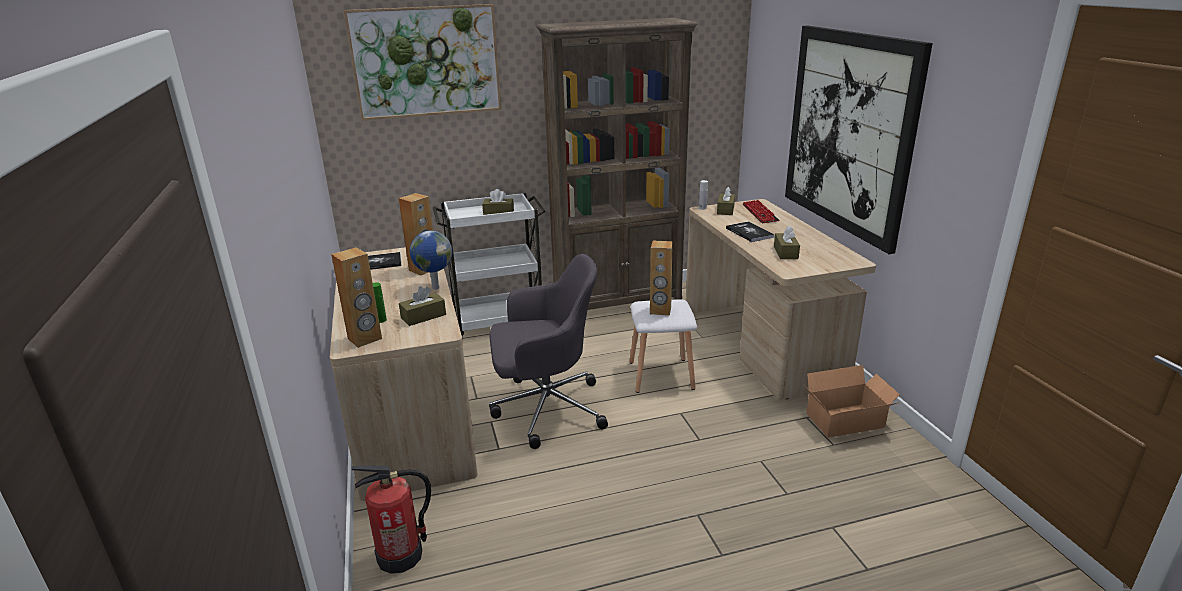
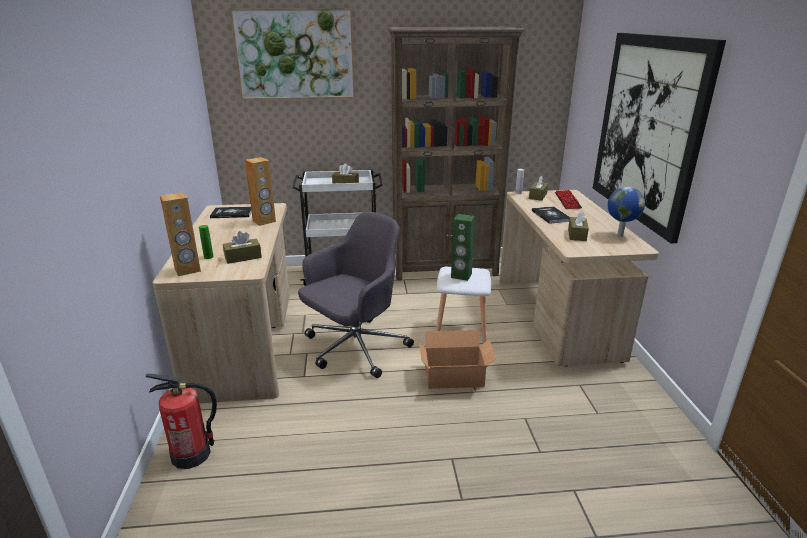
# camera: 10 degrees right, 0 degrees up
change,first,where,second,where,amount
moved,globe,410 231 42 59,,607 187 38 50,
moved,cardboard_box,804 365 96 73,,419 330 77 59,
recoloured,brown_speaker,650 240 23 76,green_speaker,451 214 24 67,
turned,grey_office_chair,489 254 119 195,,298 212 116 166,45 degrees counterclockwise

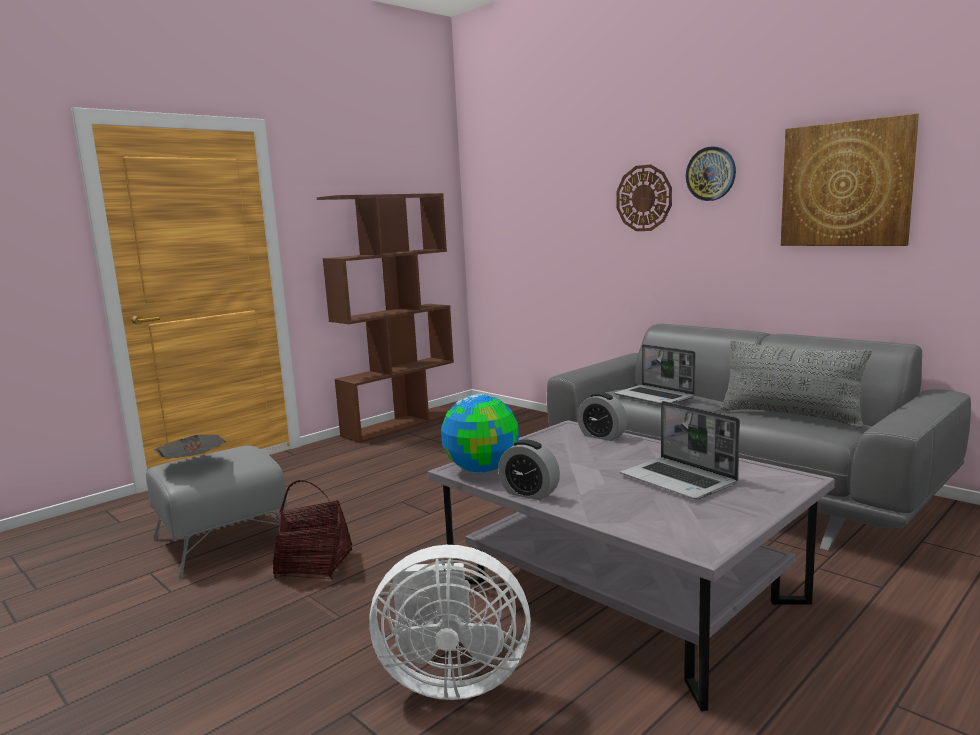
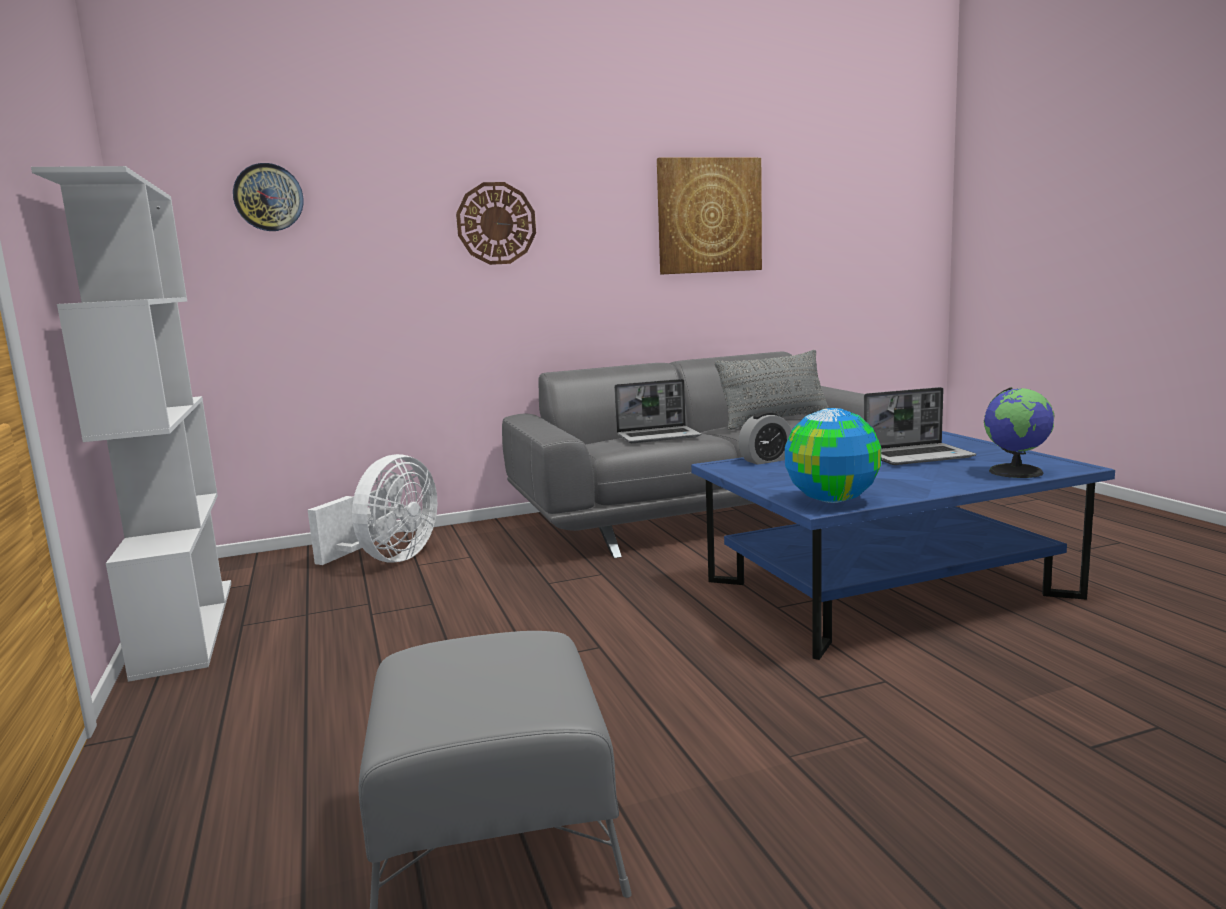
# camera: 65 degrees left, 0 degrees up
change,first,where,second,where,amount
removed,newspaper,154 435 72 24,,,
removed,basket,273 480 79 99,,,
removed,alarm_clock,498 439 62 62,,,
added,,,globe,984 387 71 91,
moved,white_fan,369 545 162 155,,308 454 129 111,
moved,wall_clock,686 146 50 55,,233 163 70 68,
recoloured,brown_bookcase,317 193 137 250,white_bookcase,31 166 200 516,
recoloured,grey_coffee_table,428 420 407 291,blue_coffee_table,691 431 424 229,

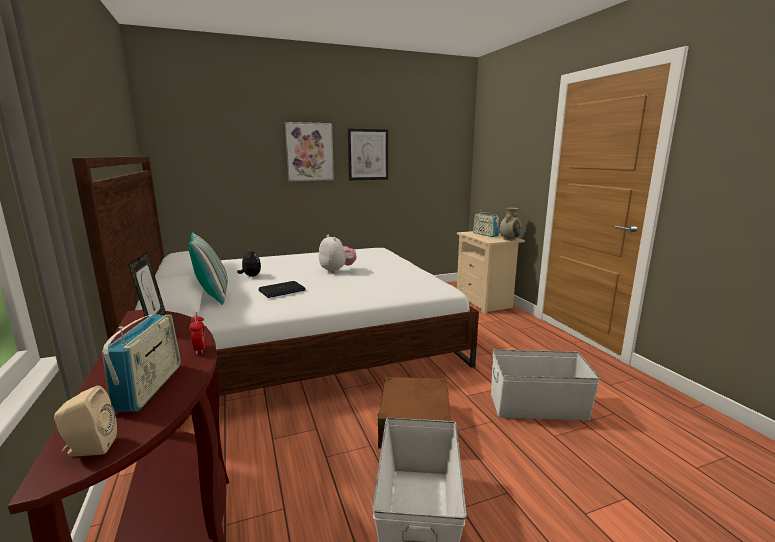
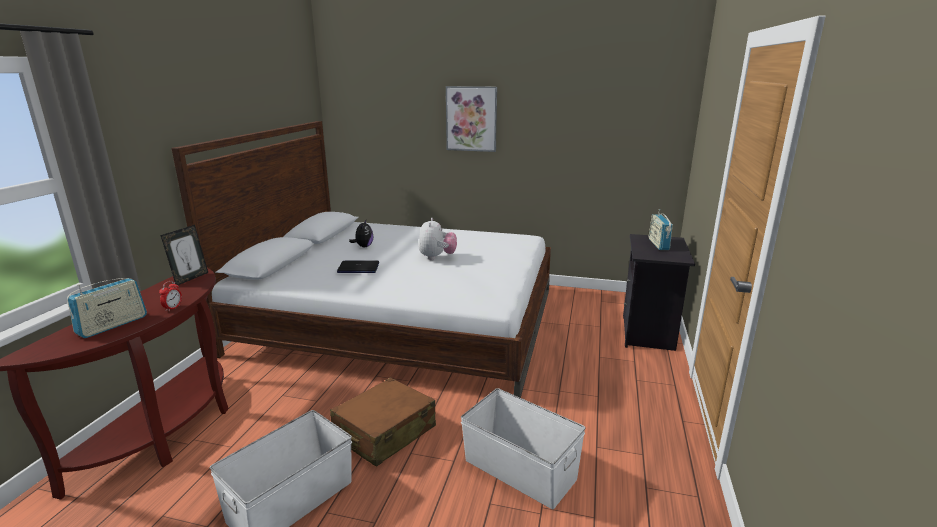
# camera: 35 degrees right, 5 degrees up
change,first,where,second,where,amount
removed,beige_speaker,54 386 63 70,,,
removed,pillow,189 232 39 73,,,
removed,picture,348 128 40 52,,,
removed,beige_vase,499 208 23 33,,,
recoloured,beige_nightstand,457 231 68 83,black_nightstand,623 234 72 117,

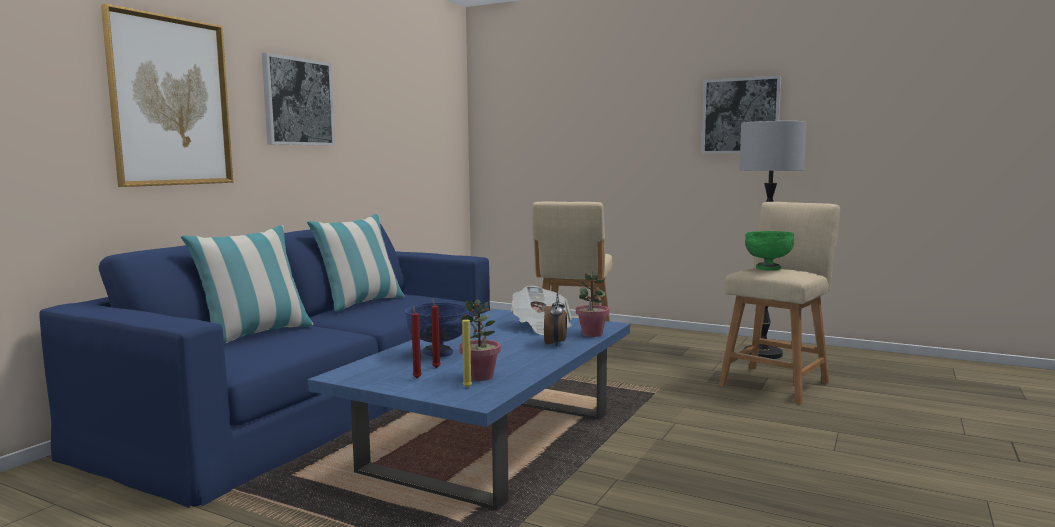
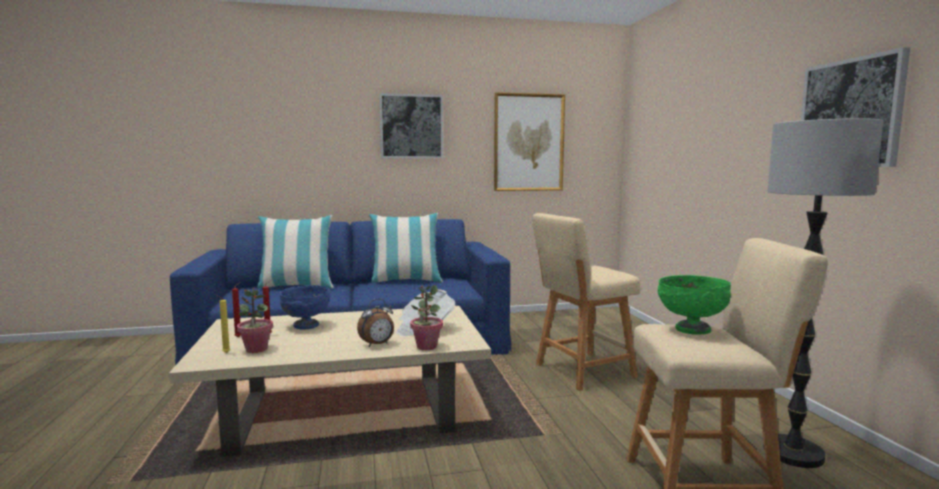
# camera: 50 degrees right, 0 degrees up
change,first,where,second,where,amount
moved,picture,101 4 132 183,,494 92 71 99,
recoloured,blue_coffee_table,308 309 322 201,beige_coffee_table,169 306 322 151,

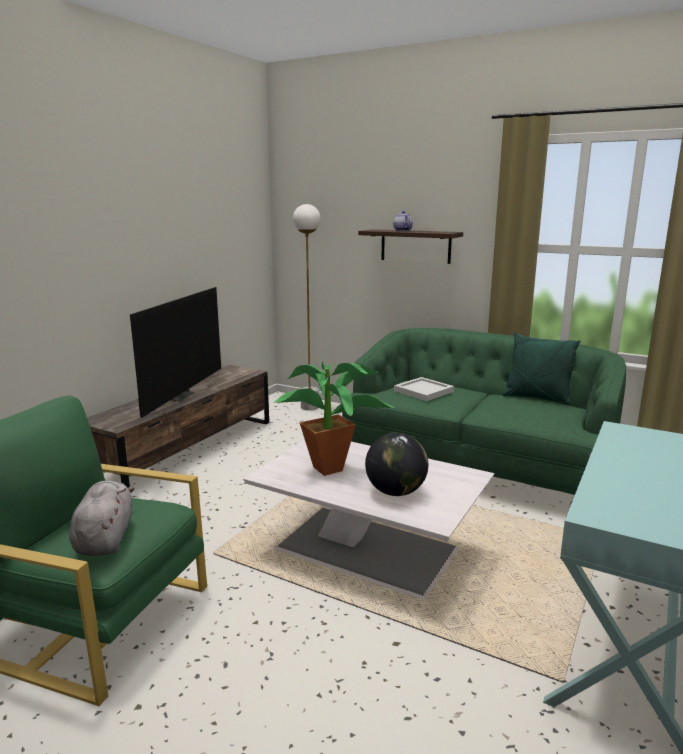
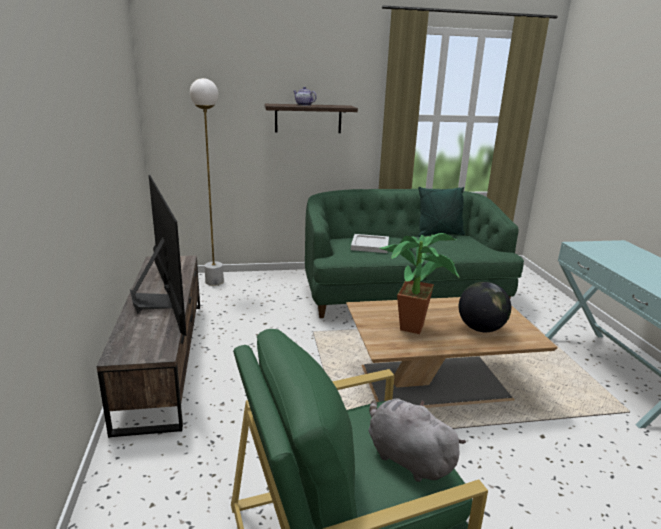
# camera: 40 degrees left, 5 degrees up
change,first,where,second,where,amount
recoloured,white_coffee_table,243 440 251 160,brown_coffee_table,346 297 212 111,

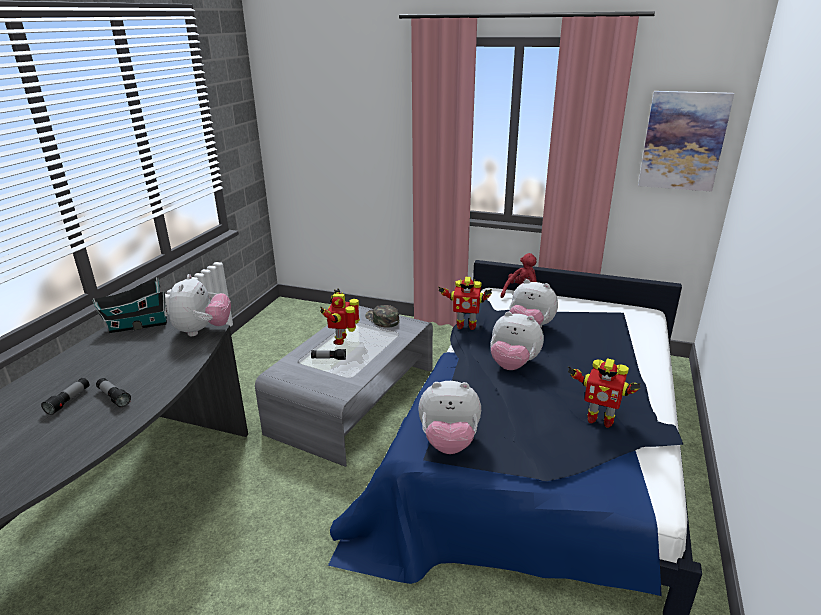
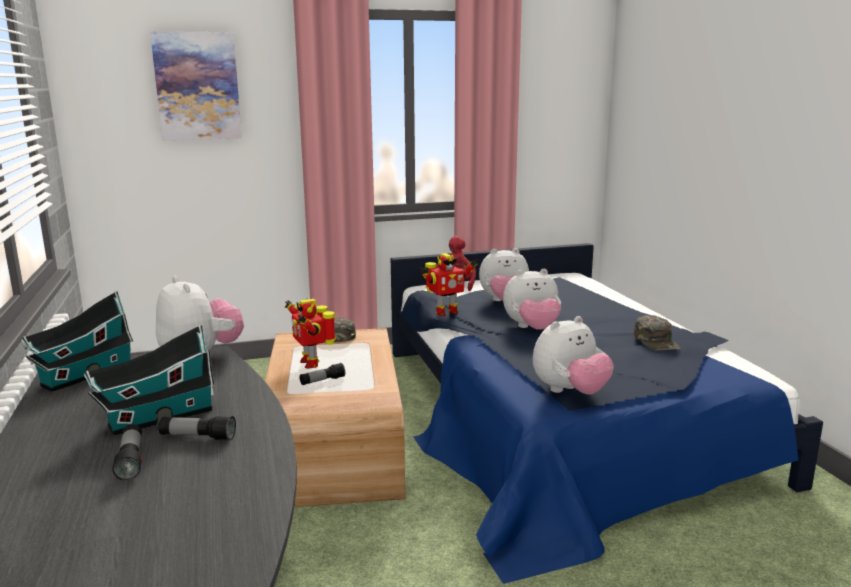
# camera: 35 degrees left, 10 degrees down
change,first,where,second,where,amount
added,,,toy_house,84 325 131 111,
moved,picture,638 91 96 100,,150 31 92 109,
replaced,toy_robot,568 359 73 69,green_cap,634 315 47 36,
recoloured,grey_coffee_table,255 306 178 161,brown_coffee_table,265 328 140 179,

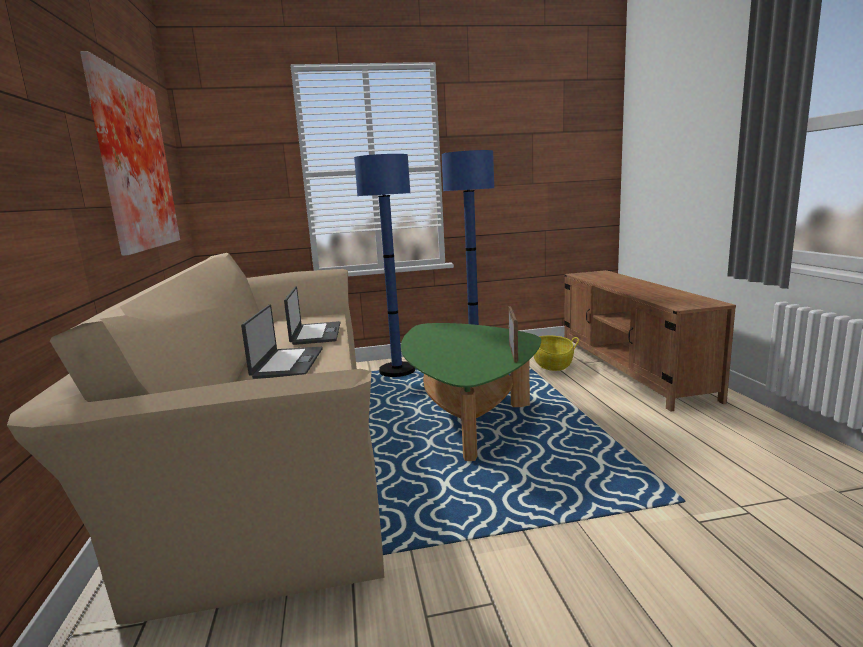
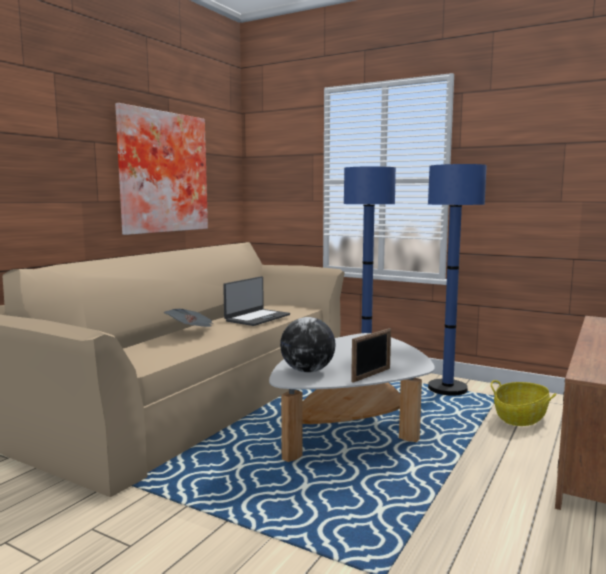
# camera: 40 degrees right, 5 degrees down
change,first,where,second,where,amount
added,,,globe,280 317 56 56,
replaced,laptop,241 305 82 74,newspaper,164 309 50 18,
recoloured,green_coffee_table,401 323 140 138,white_coffee_table,269 333 166 129,

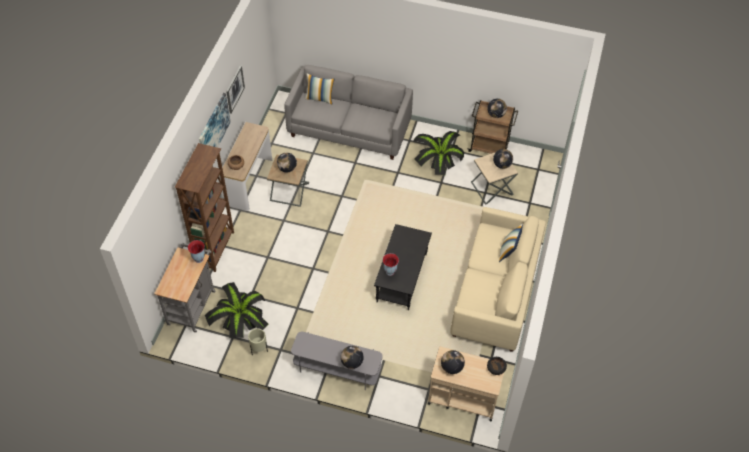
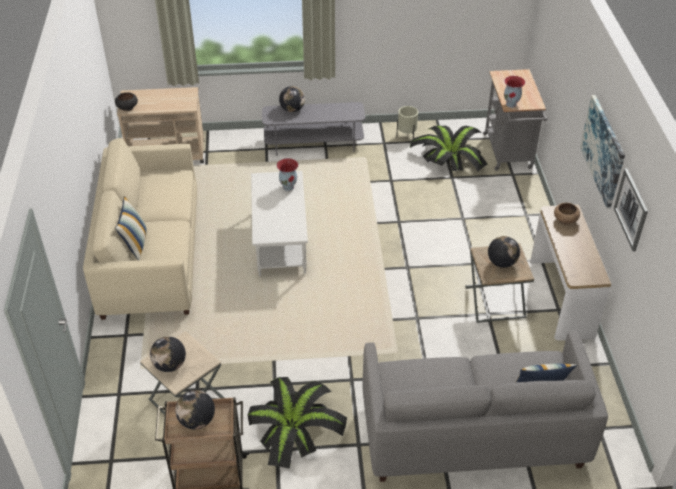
# camera: 160 degrees right, 10 degrees down
change,first,where,second,where,amount
removed,brown_bookcase,175 143 59 129,,,
removed,globe,441 350 24 24,,,
recoloured,black_coffee_table,374 224 58 86,white_coffee_table,251 171 57 105,

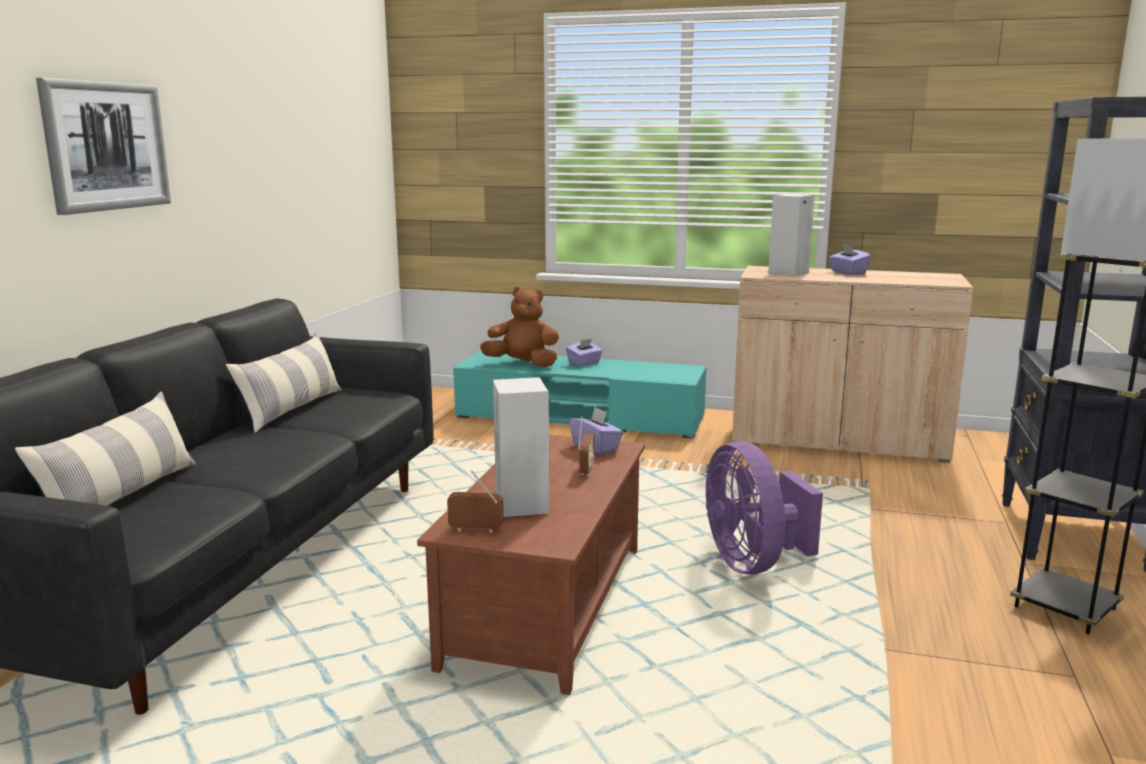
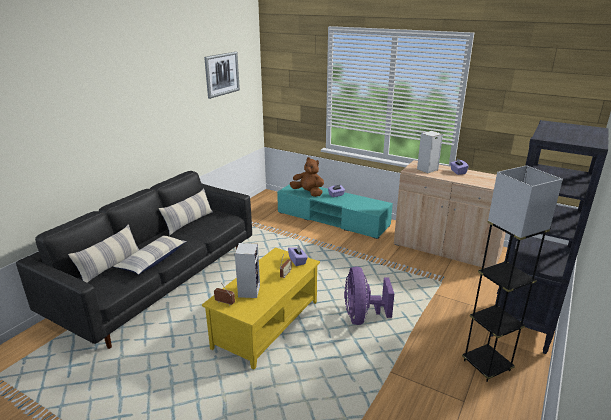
# camera: 15 degrees right, 10 degrees up
change,first,where,second,where,amount
added,,,pillow,113 235 74 40,
moved,picture,36 78 135 137,,204 52 36 47,
recoloured,brown_coffee_table,417 435 228 260,yellow_coffee_table,202 247 118 122,

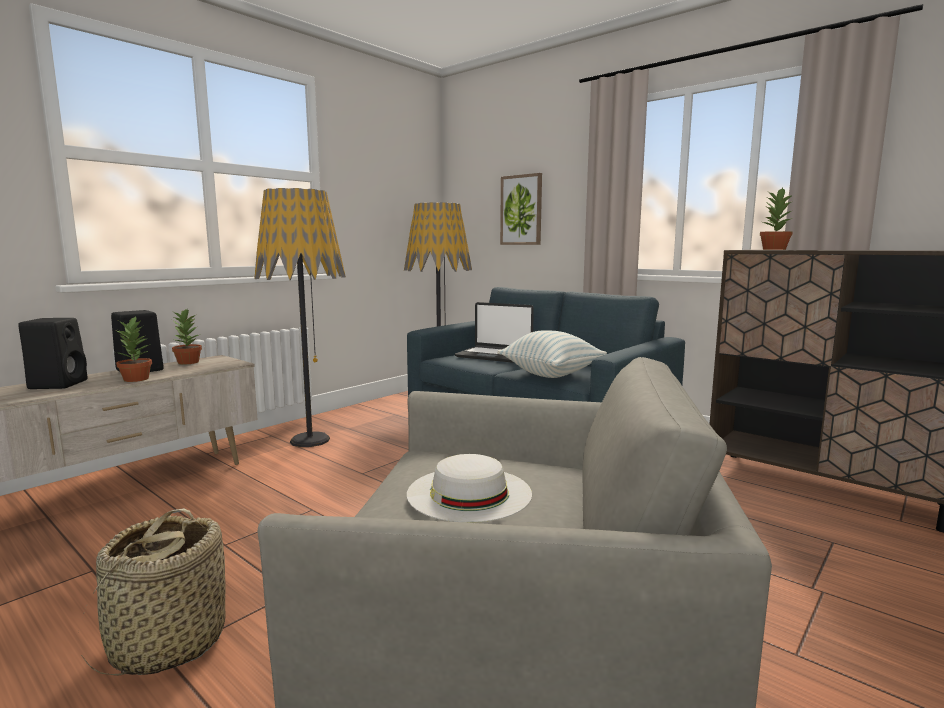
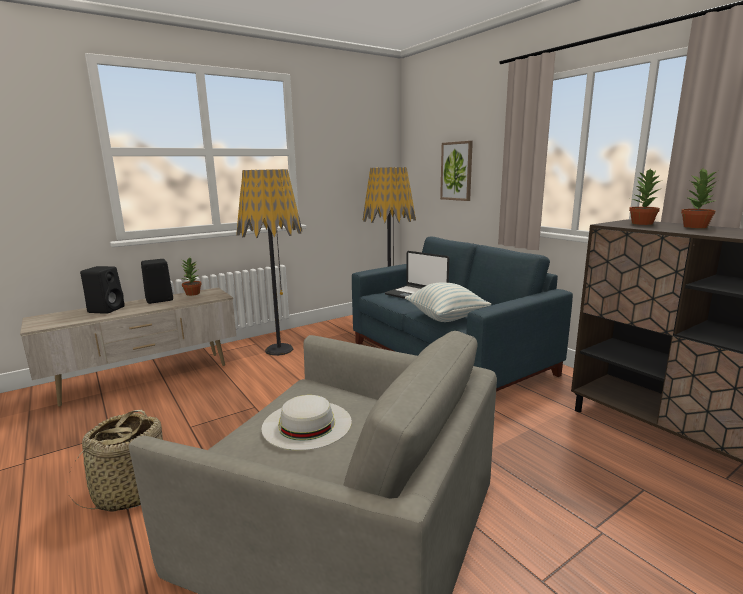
# camera: 15 degrees right, 5 degrees up
change,first,where,second,where,amount
moved,potted_plant,116 316 36 66,,681 169 37 59,

